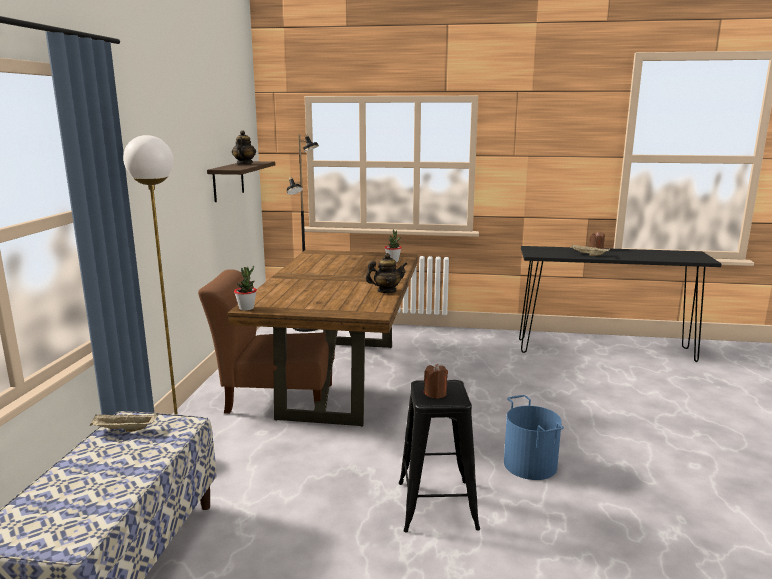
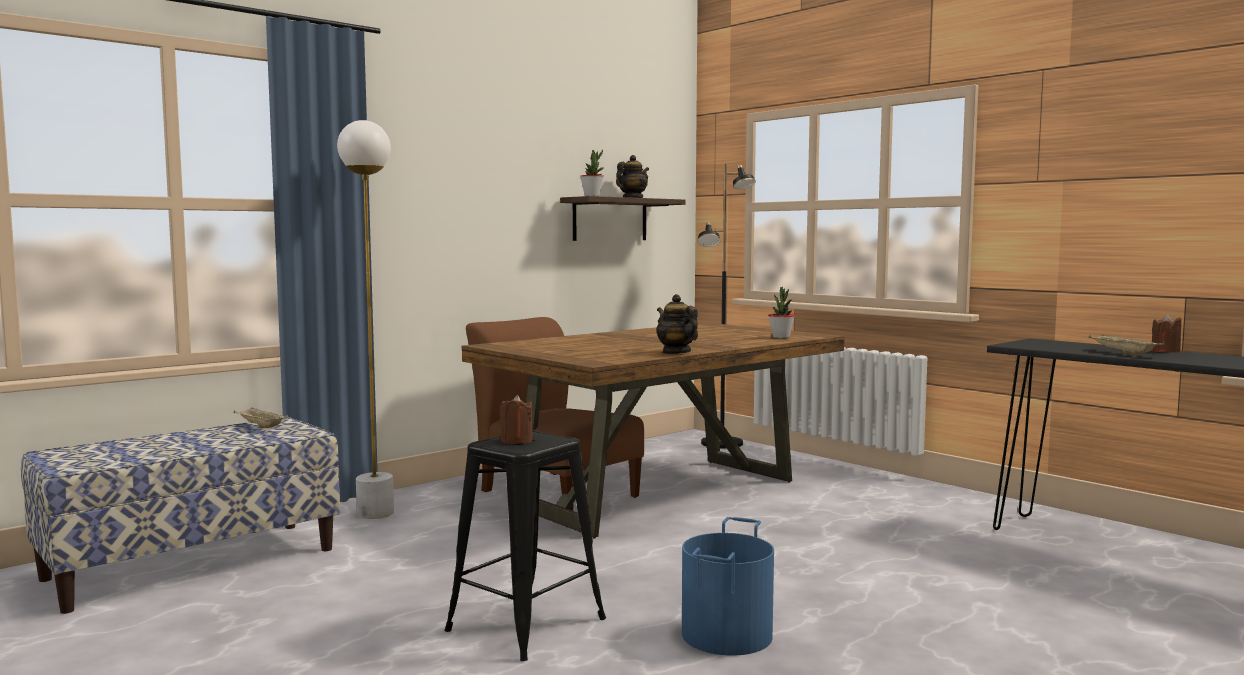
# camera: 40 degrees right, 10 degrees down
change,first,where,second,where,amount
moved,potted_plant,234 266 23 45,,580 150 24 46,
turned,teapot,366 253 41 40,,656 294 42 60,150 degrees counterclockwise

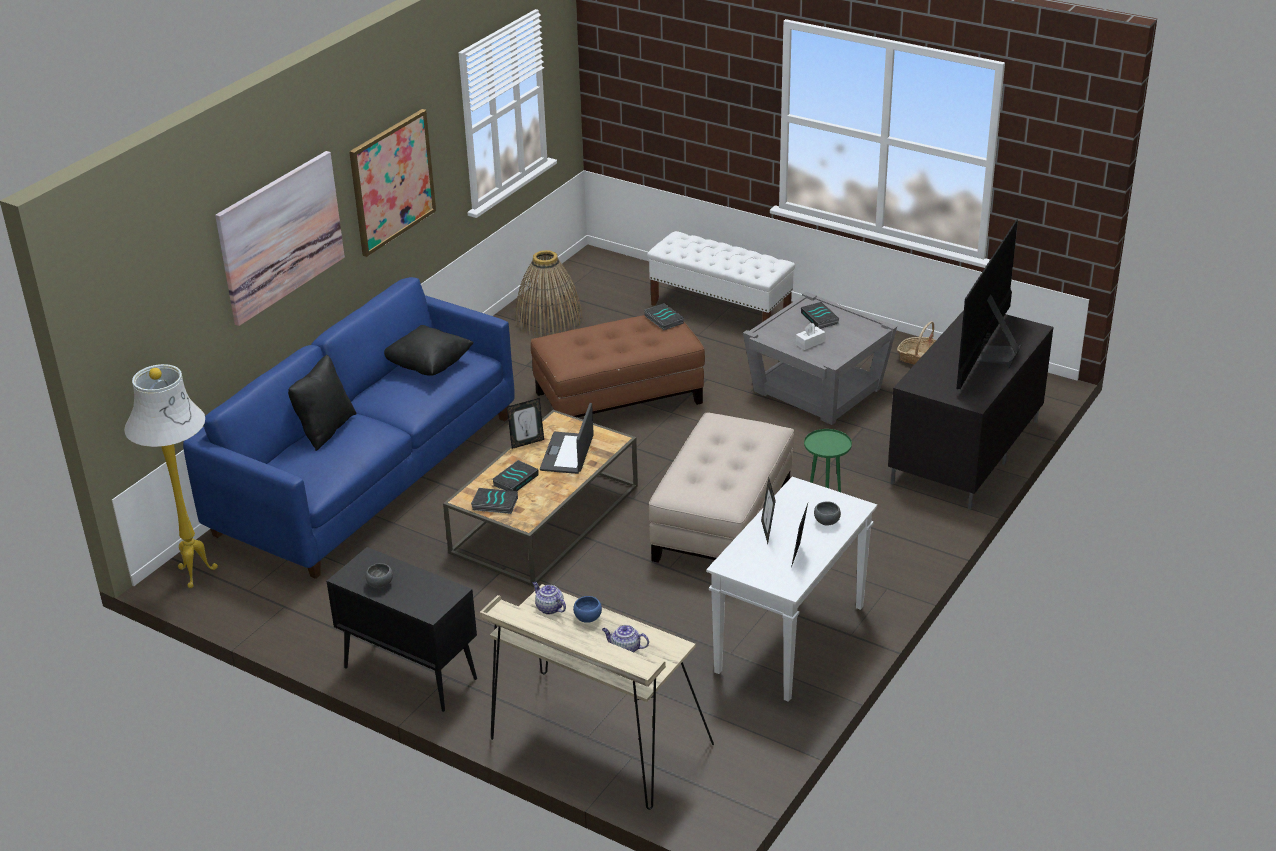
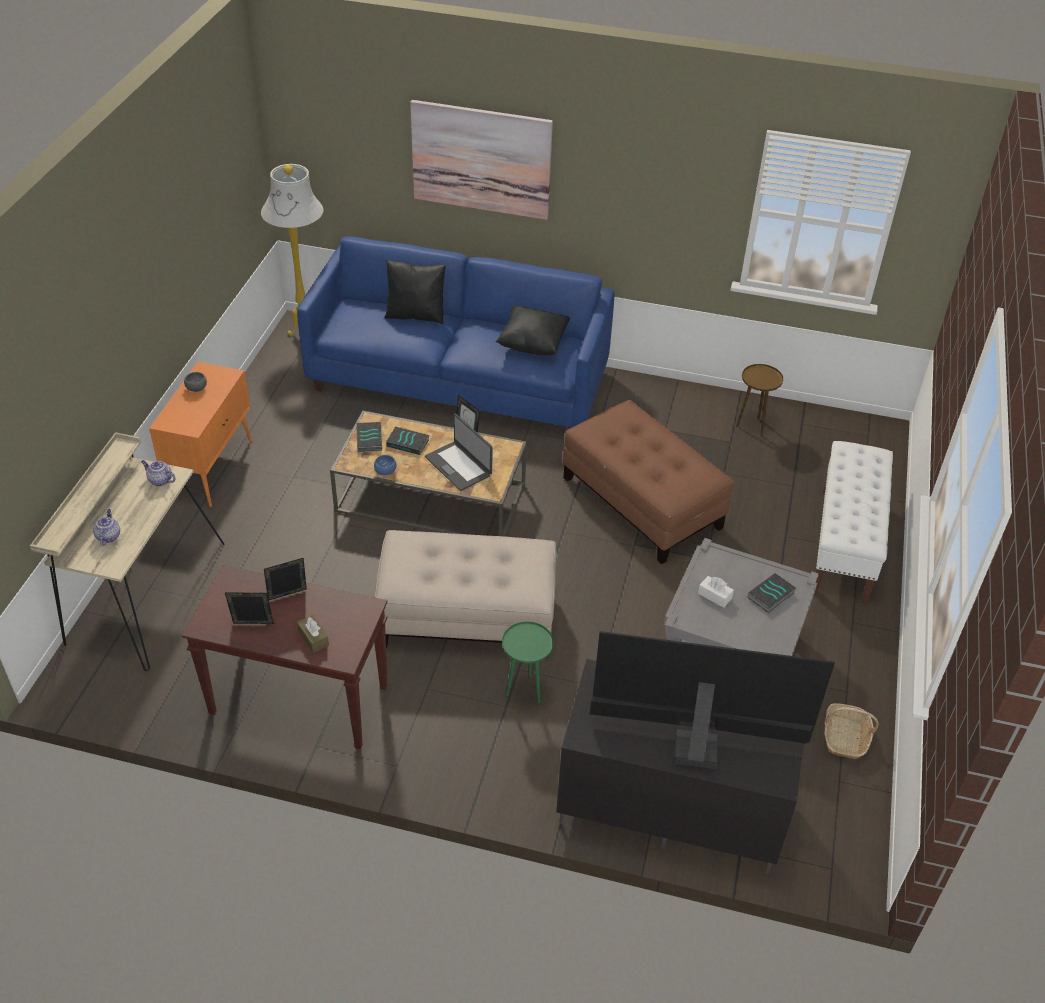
# camera: 70 degrees right, 10 degrees up
change,first,where,second,where,amount
removed,picture,349 109 87 148,,,
removed,book,644 303 40 27,,,
moved,blue_bowl,573 596 29 27,,374 455 23 21,
replaced,basket,515 250 68 87,brown_side_table,736 364 47 72,
replaced,grey_bowl,814 501 27 24,brown_tissue_box,297 615 32 38,
recoloured,black_cabinet,327 547 150 165,orange_cabinet,149 362 104 145,
recoloured,white_console_table,706 477 171 225,brown_console_table,181 565 206 184,
turned,teapot,533 582 33 33,,141 460 34 26,90 degrees counterclockwise
turned,laptop,540 403 54 71,,425 414 68 77,120 degrees counterclockwise

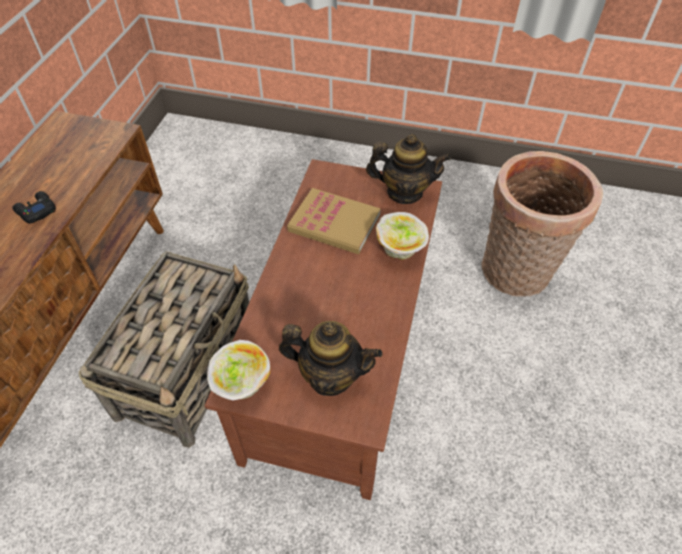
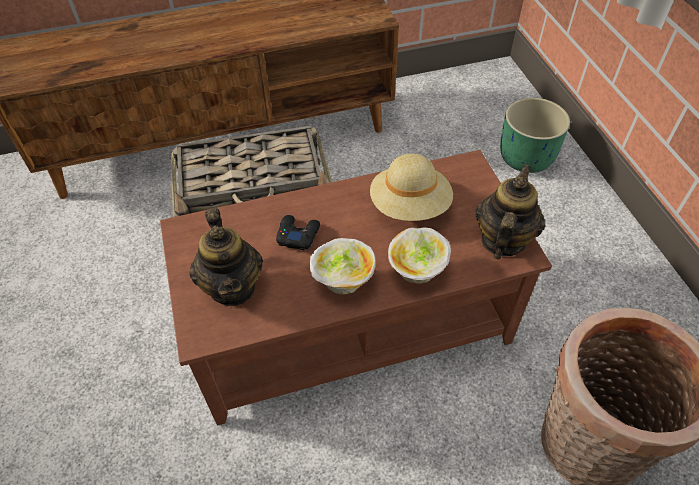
# camera: 60 degrees right, 0 degrees up
change,first,where,second,where,amount
added,,,green_planter,500 98 70 75,
moved,black_game_controller,12 191 44 33,,276 215 44 36,
moved,bowl,207 340 63 60,,310 238 66 56,
replaced,book,287 188 94 66,beige_hat,370 154 83 67,
turned,teapot,366 134 85 70,,475 164 70 96,135 degrees counterclockwise

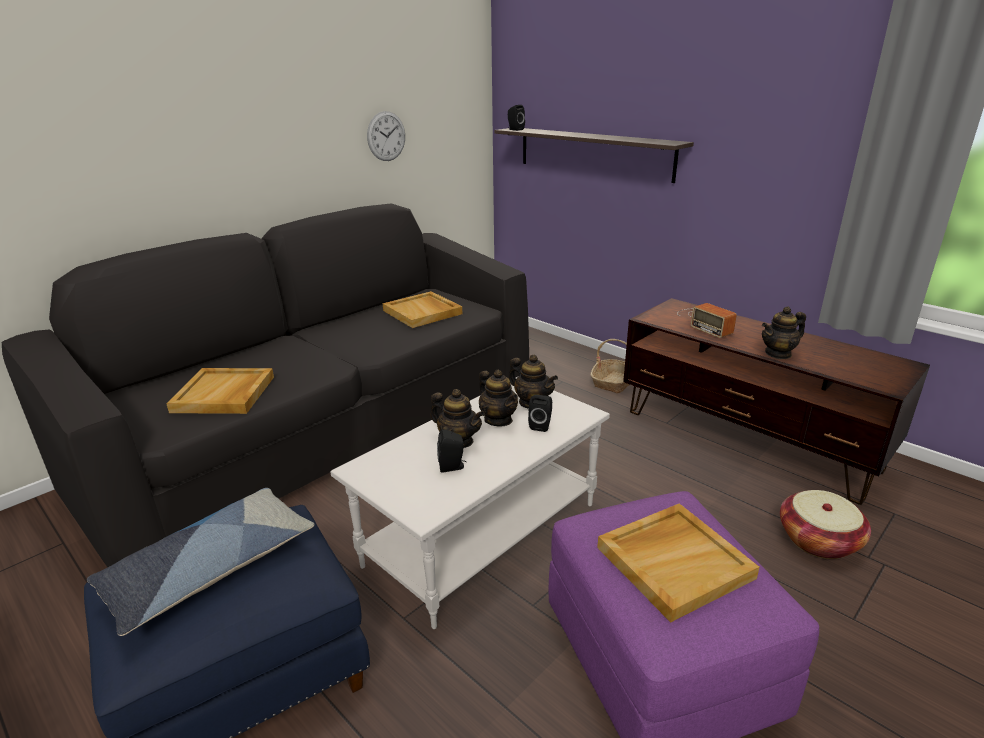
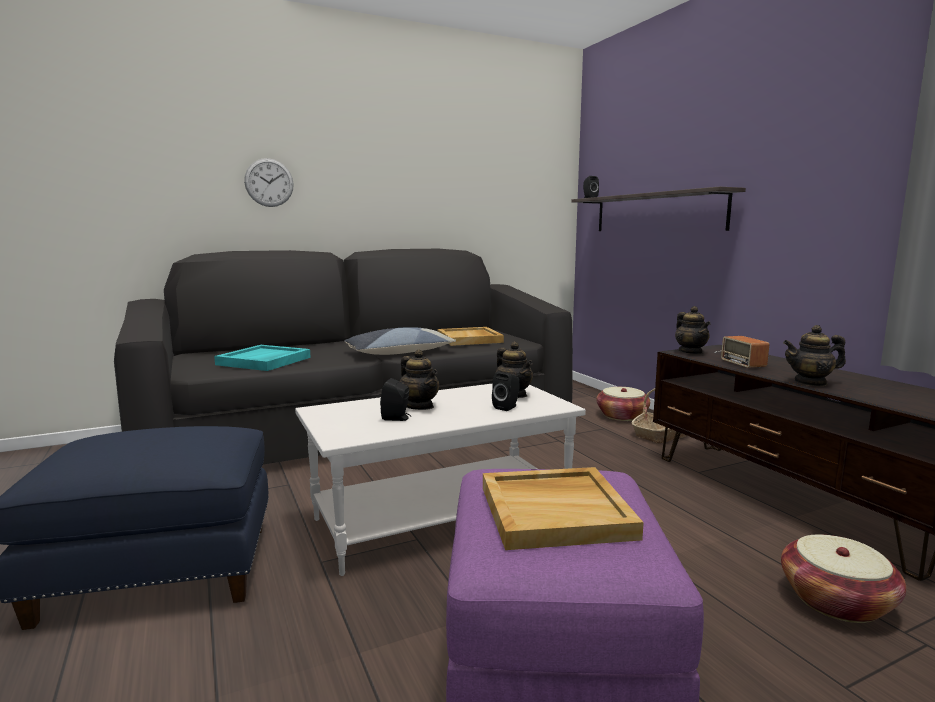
# camera: 20 degrees right, 15 degrees down
change,first,where,second,where,amount
added,,,basket,596 387 54 34,
moved,pillow,87 488 227 148,,344 327 112 28,
moved,wall_clock,367 111 38 50,,244 158 50 49,
moved,teapot,479 370 39 56,,675 306 35 48,
recoloured,beige_tray,166 368 108 46,turquoise_tray,214 345 97 26,

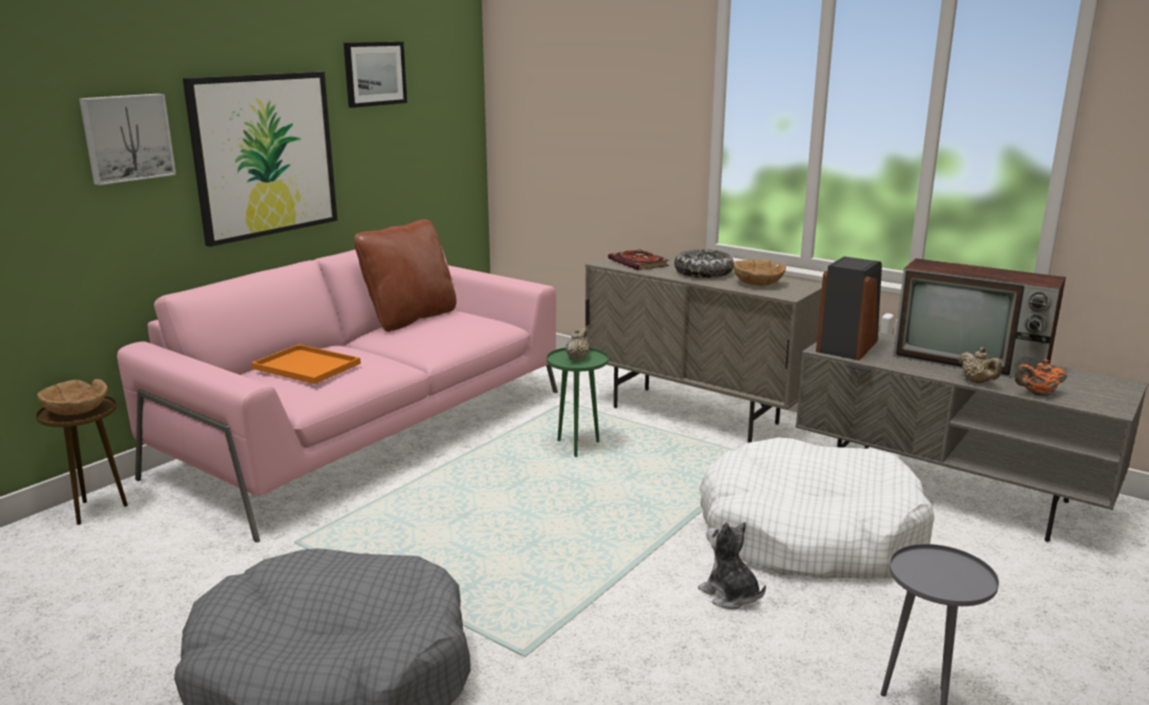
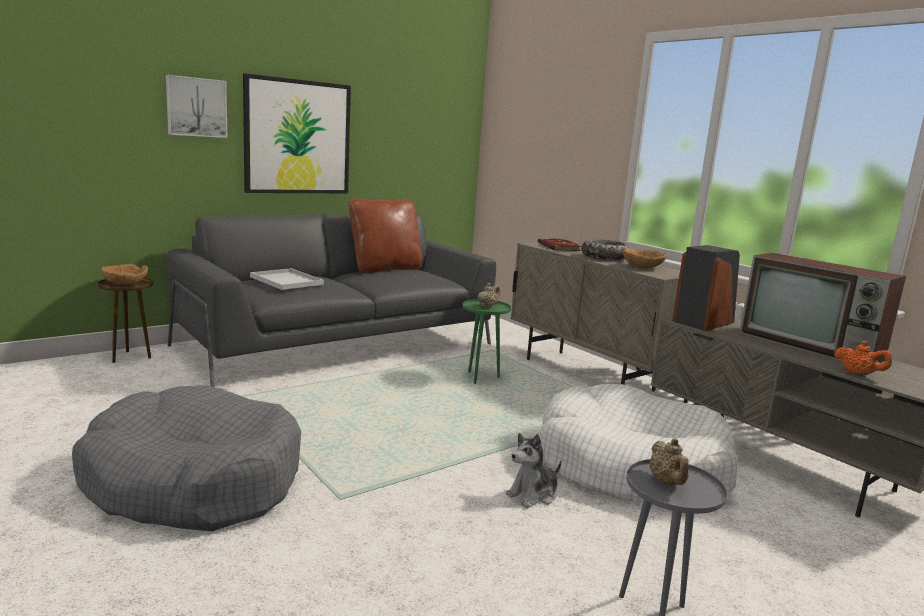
# camera: 15 degrees right, 5 degrees down
change,first,where,second,where,amount
removed,picture,344 42 63 66,,,
moved,beige_teapot,958 347 44 36,,650 438 39 47,
recoloured,pink_sofa,117 246 441 296,grey_sofa,166 213 330 174,
recoloured,orange_tray,251 344 110 40,white_tray,250 268 74 22,
turned,plush_toy,698 522 68 87,,506 433 55 75,105 degrees counterclockwise
turned,orange_teapot,1014 359 53 37,,834 341 58 35,150 degrees counterclockwise

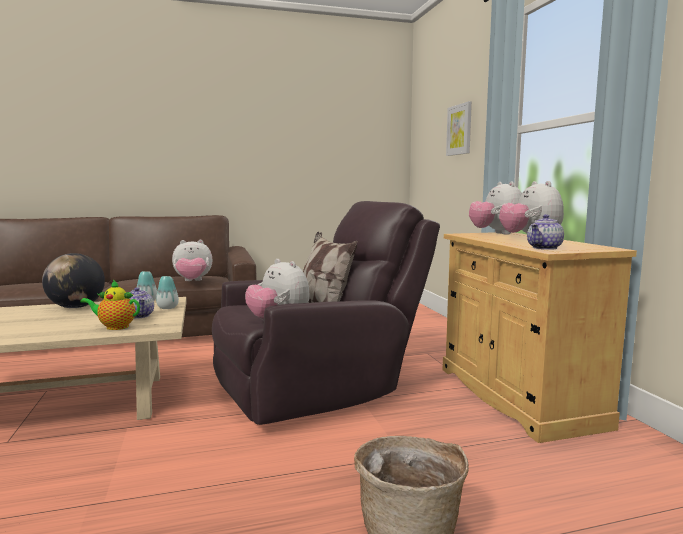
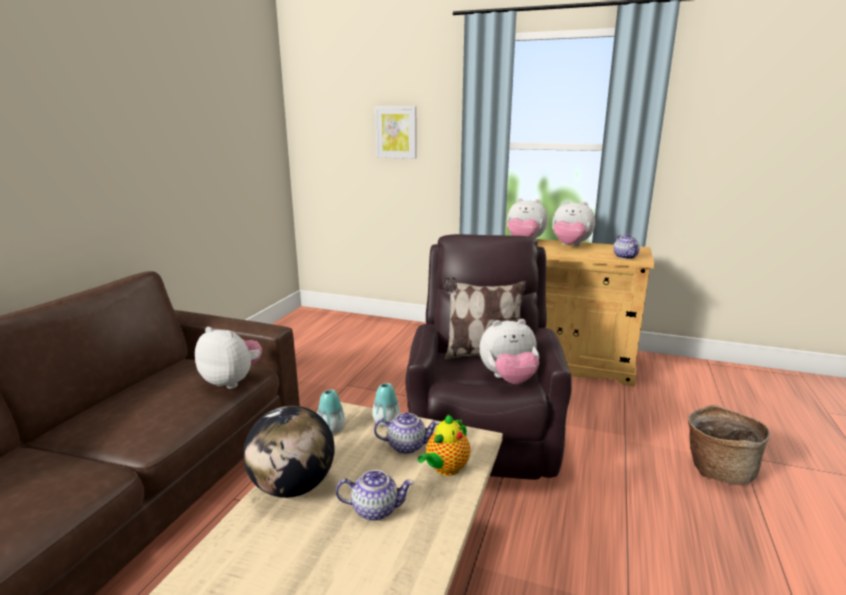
# camera: 55 degrees left, 10 degrees up
change,first,where,second,where,amount
added,,,teapot,336 470 78 51,
turned,plush_toy,172 240 40 41,,195 327 67 62,90 degrees counterclockwise

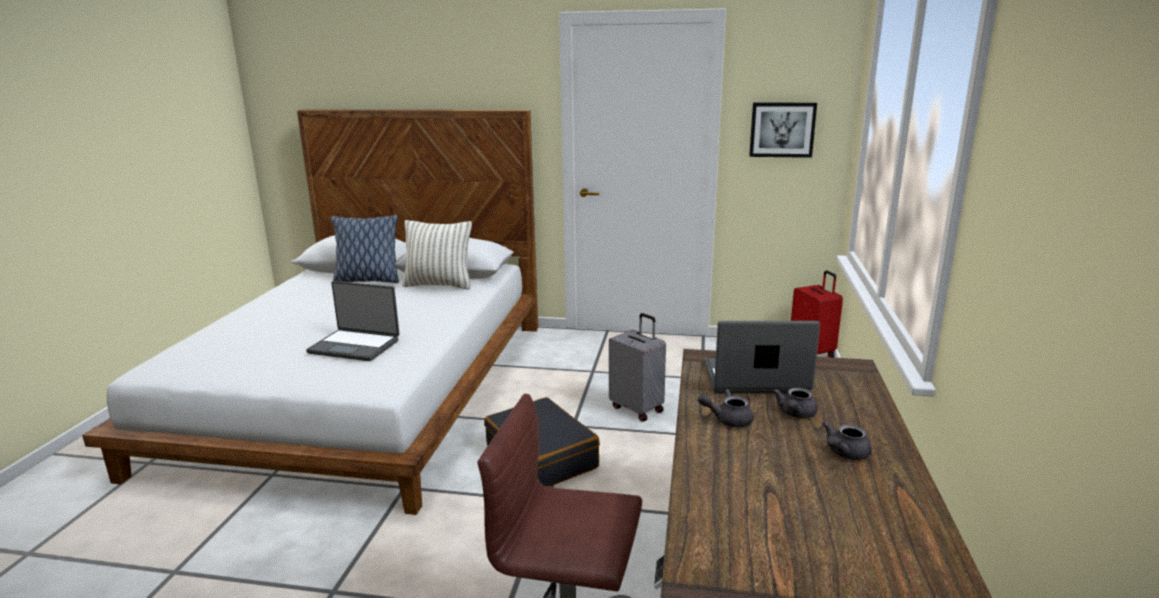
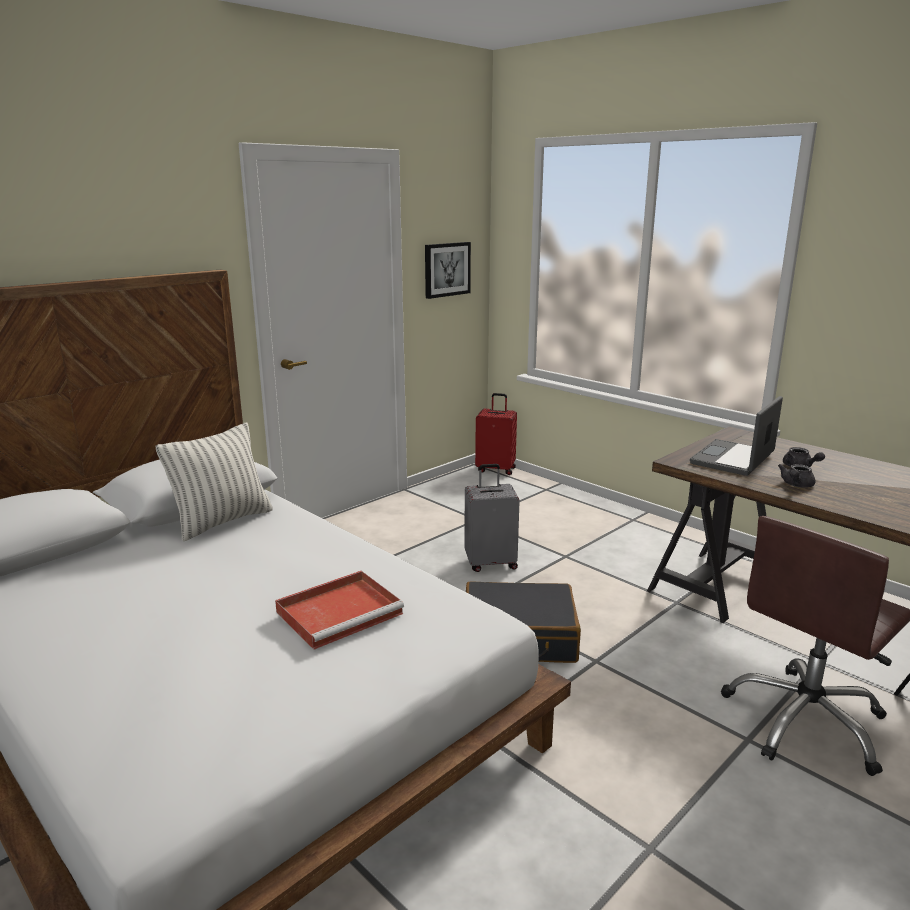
# camera: 55 degrees left, 0 degrees up
change,first,where,second,where,amount
removed,pillow,330 215 69 68,,,
removed,grey_teapot,823 422 49 38,,,
replaced,laptop,306 281 94 80,red_tray,275 571 129 78,

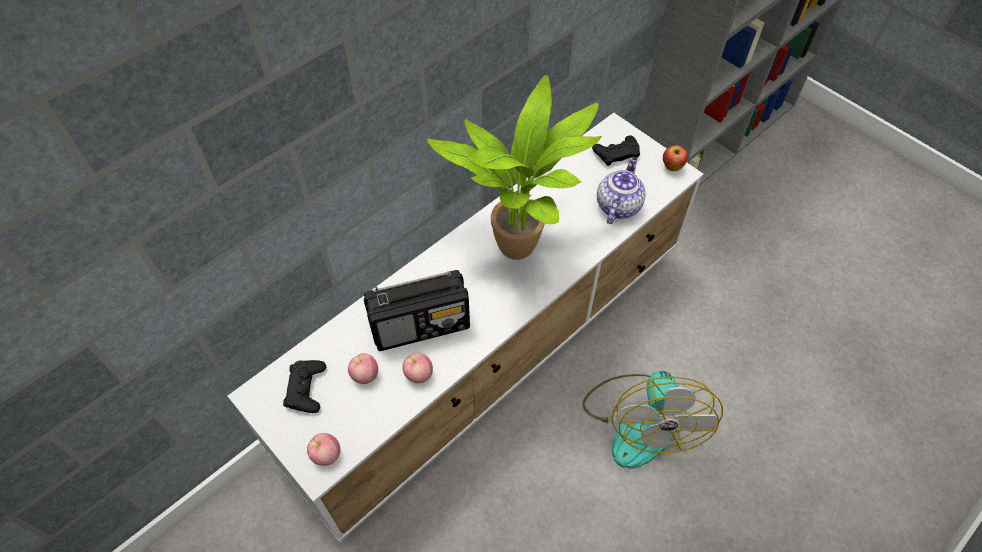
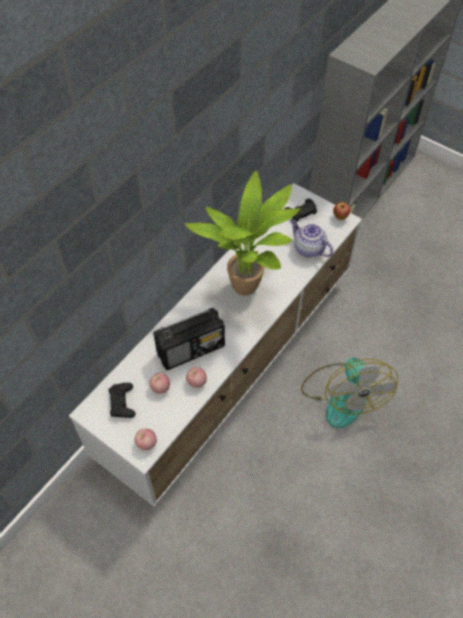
# camera: 10 degrees left, 0 degrees up
change,first,where,second,where,amount
turned,teapot,597 157 49 67,,290 219 43 39,60 degrees counterclockwise

